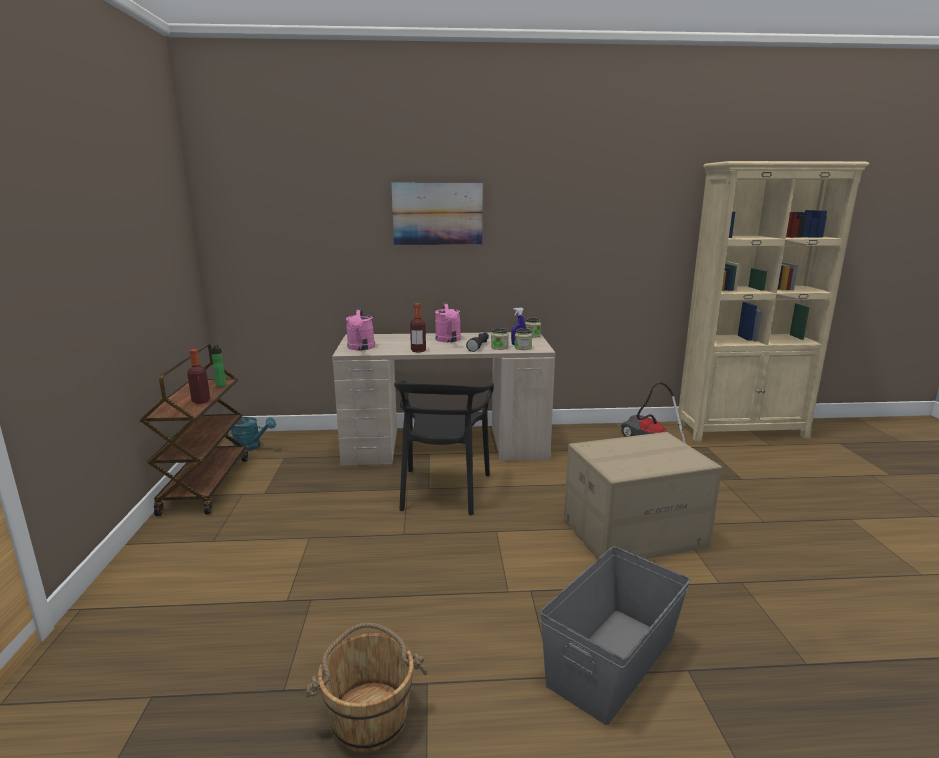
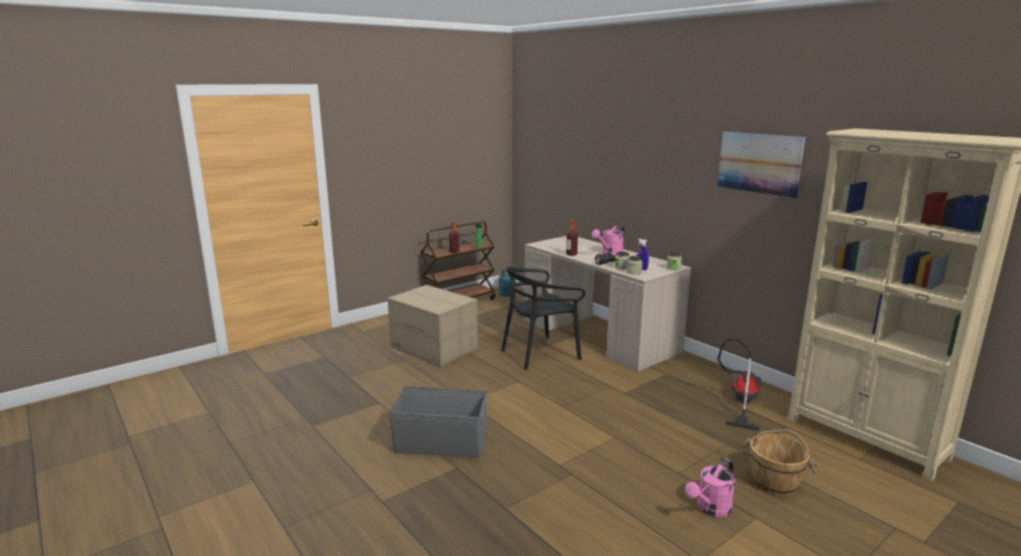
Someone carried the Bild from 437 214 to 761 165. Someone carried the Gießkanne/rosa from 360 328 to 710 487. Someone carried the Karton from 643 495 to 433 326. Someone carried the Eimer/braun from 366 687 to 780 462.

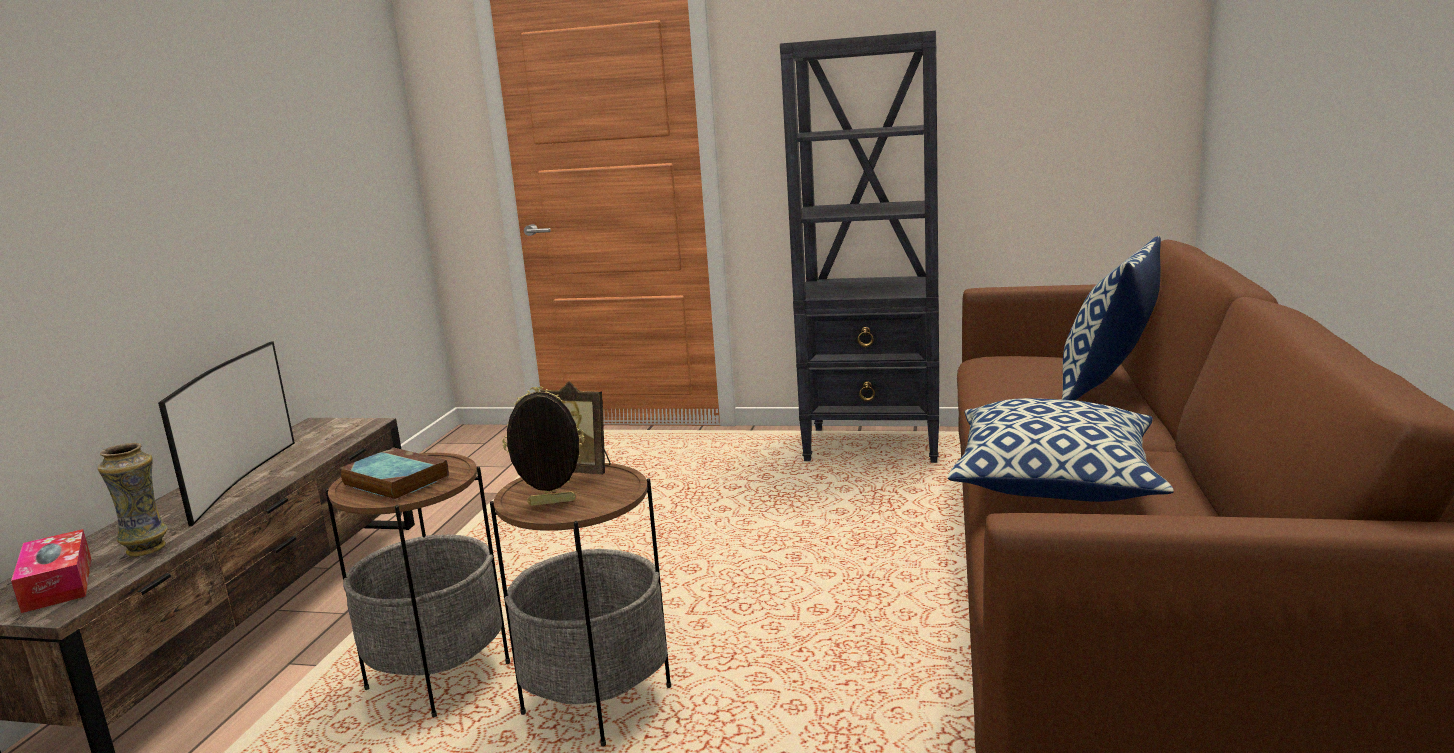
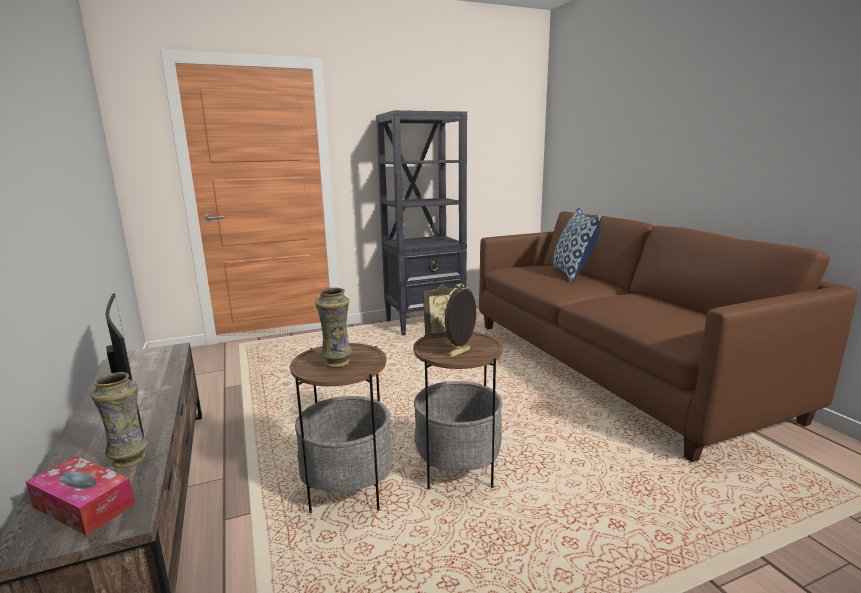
Someone took away the Kissen at 1061 450. Someone swapped the Buch at 394 473 for the Vase at 333 327.

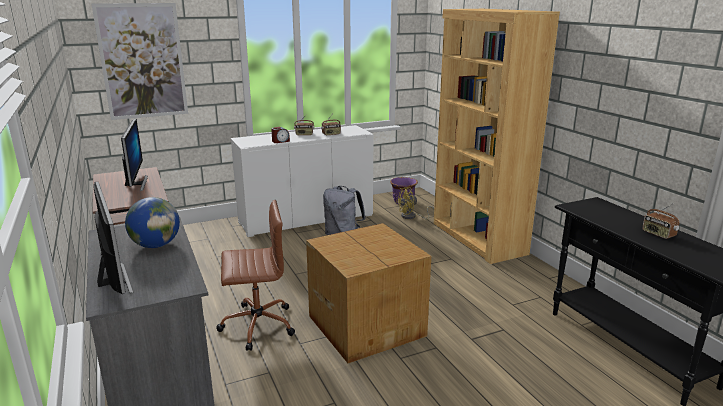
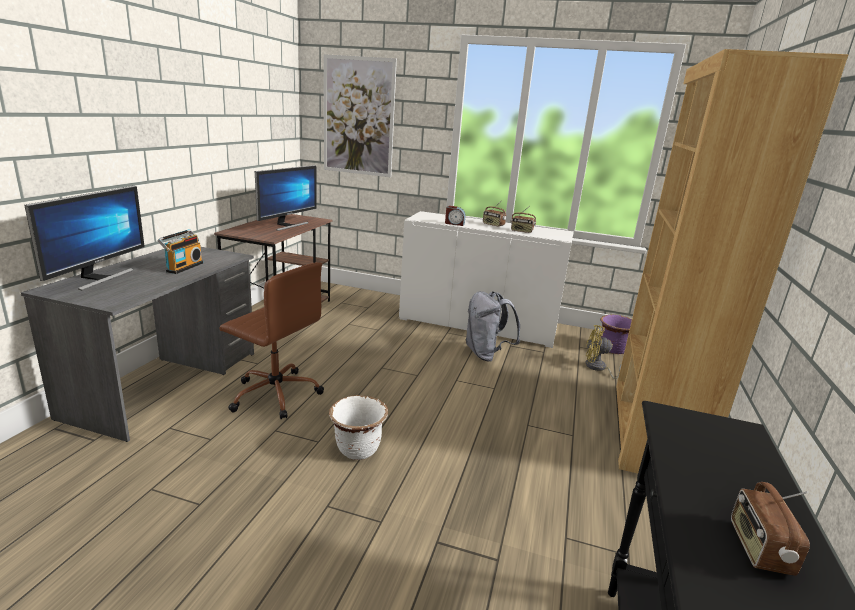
Someone swapped the Globus at 152 222 for the Radio at 180 251. Someone swapped the Karton at 368 293 for the Pflanzkübel/weiß at 358 427.

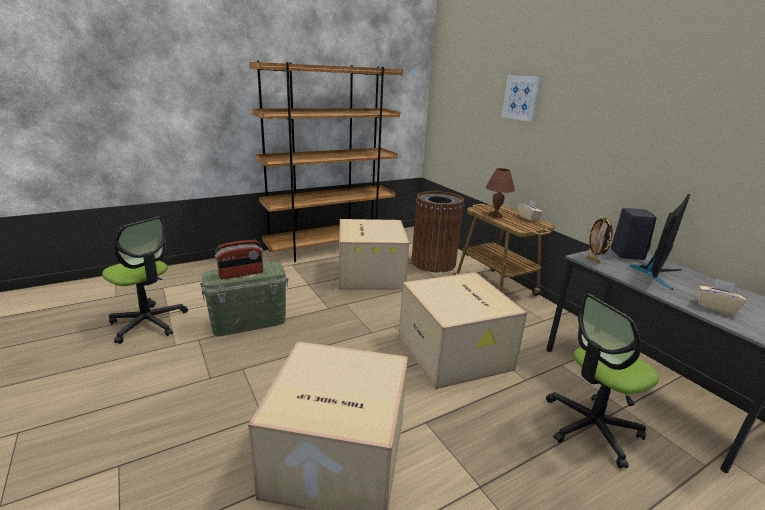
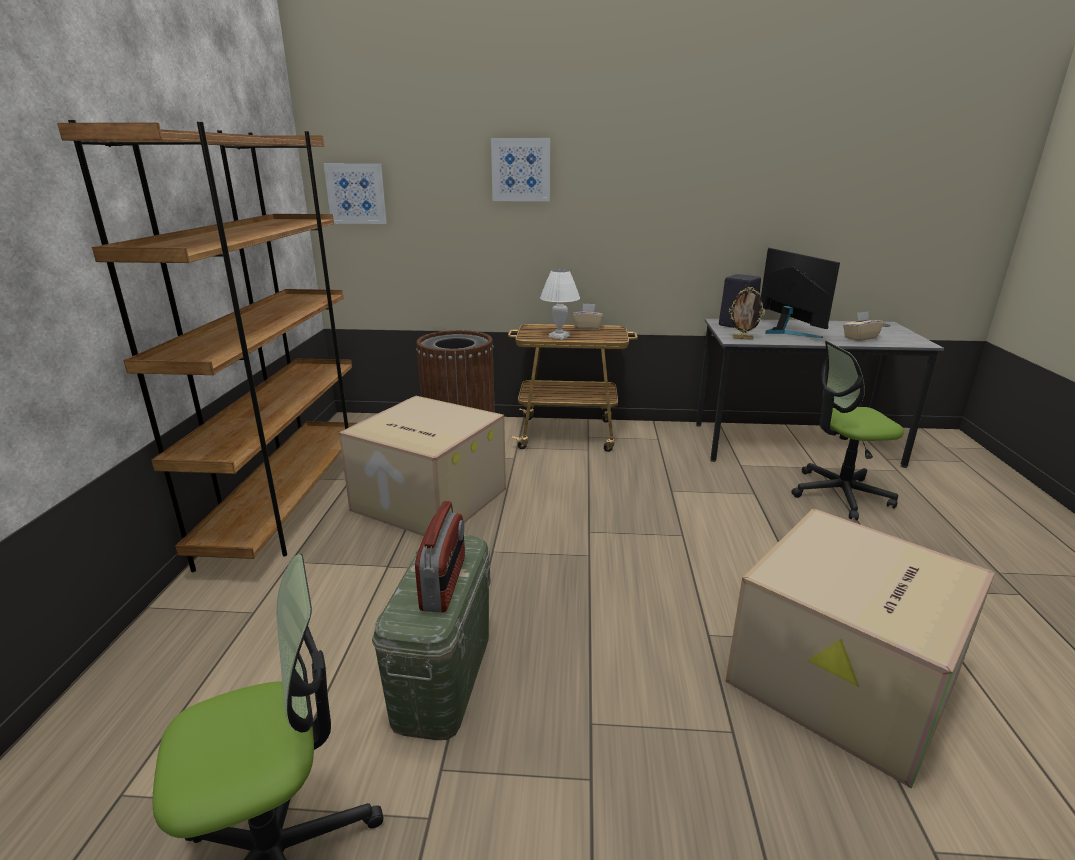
Someone repainted the Tischlampe/braun at 500 193, which became the Tischlampe/weiß at 560 304. Someone took away the Karton at 463 330. Someone rotated the Bürostuhl at 602 380 by 75 degrees clockwise. Someone put up the Bild at 355 193.

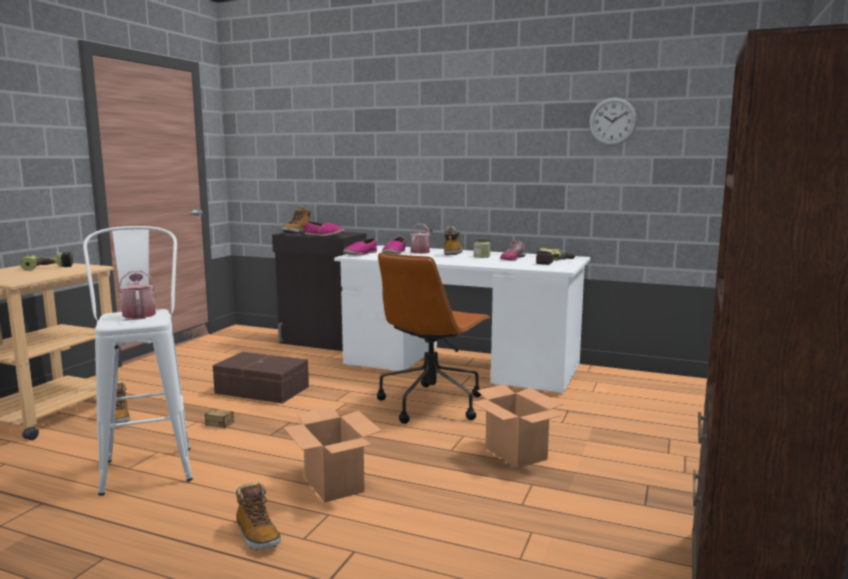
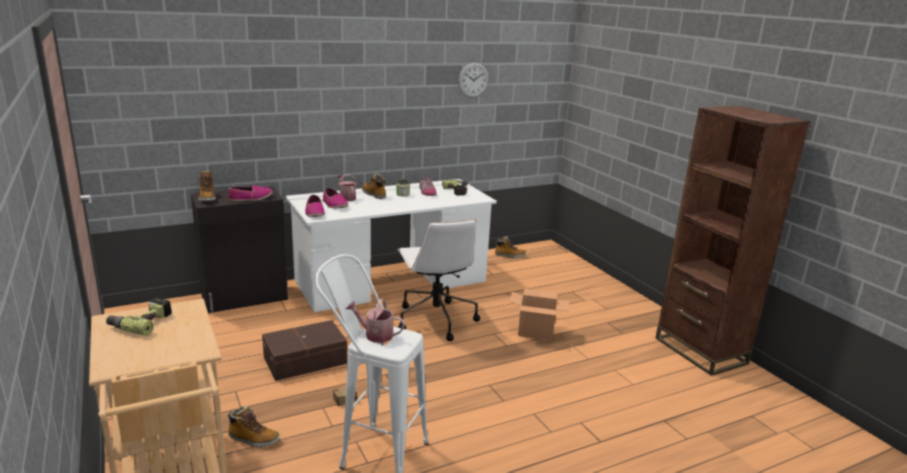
Someone repainted the Bürostuhl/braun at 434 338, which became the Bürostuhl/weiß at 438 280. Someone took away the Karton at 332 454. Someone carried the Stiefel from 258 516 to 510 247.

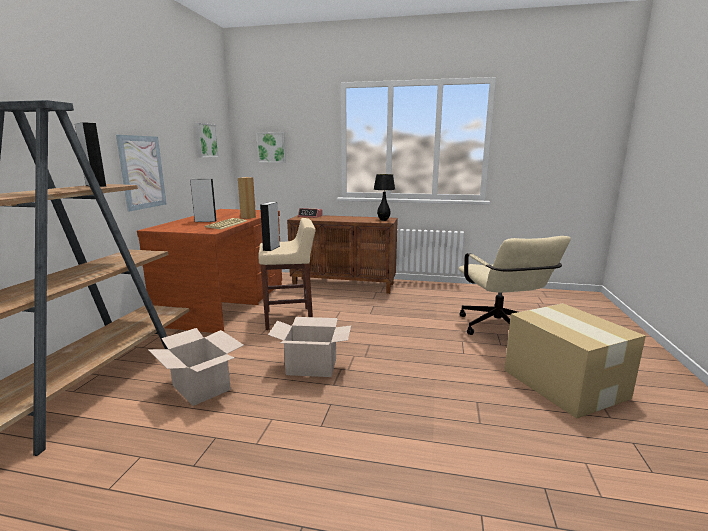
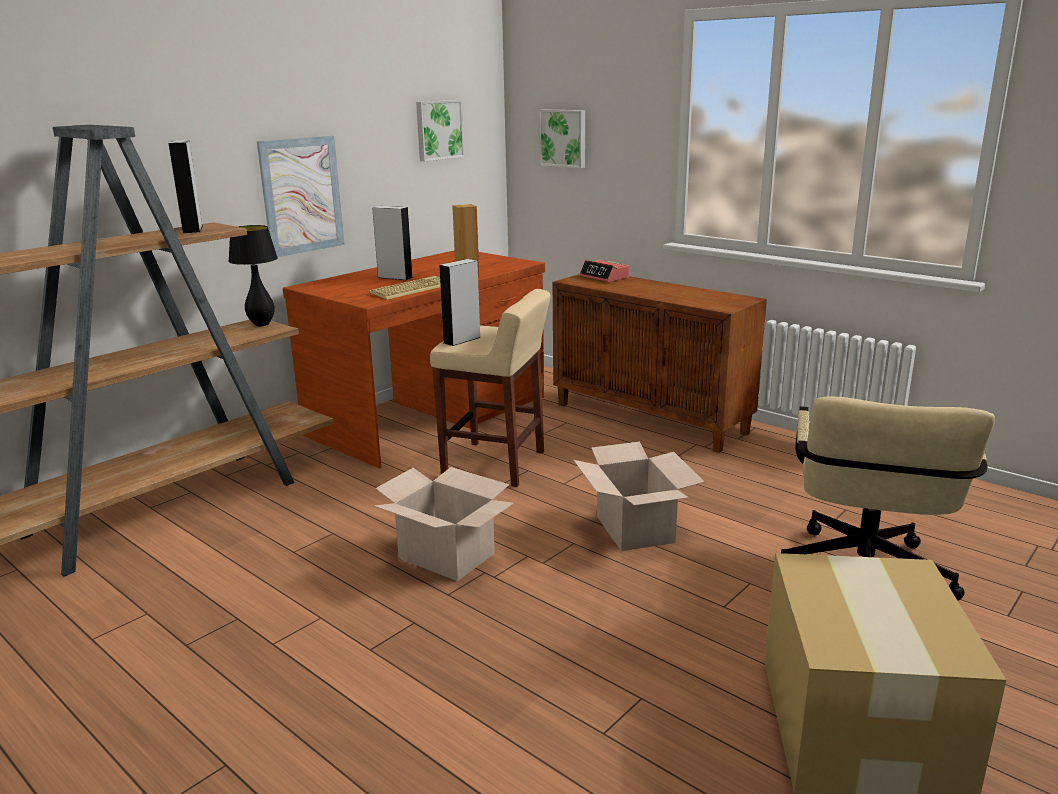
Someone carried the Tischlampe/schwarz from 384 197 to 253 275. Someone carried the Karton from 196 367 to 639 496.

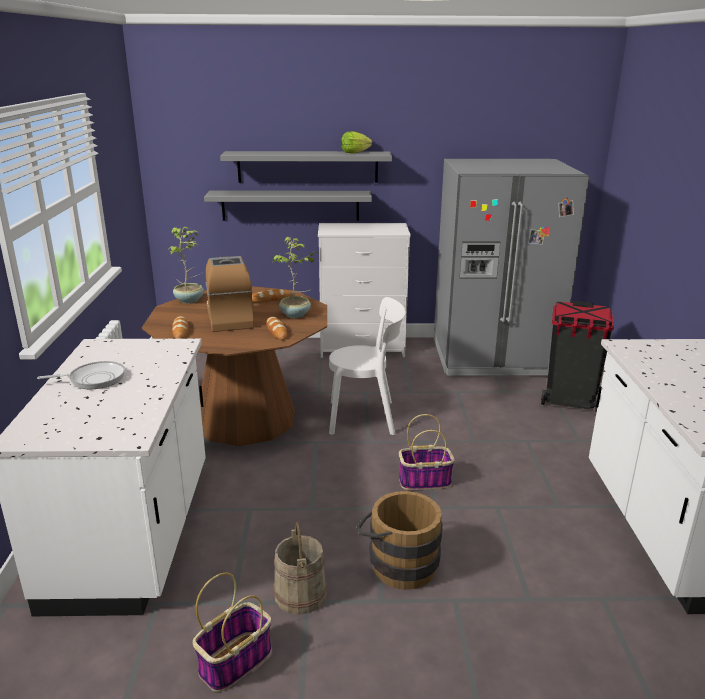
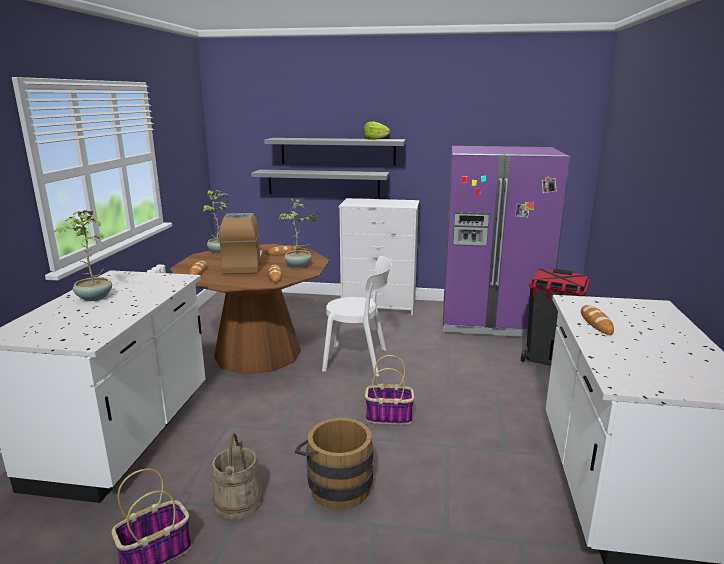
Someone repainted the Kühlschrank/grau at 511 267, which became the Kühlschrank/lila at 506 241. Someone swapped the Pfanne at 81 375 for the Topfpflanze at 83 255. Someone put down the Brot at 597 320.

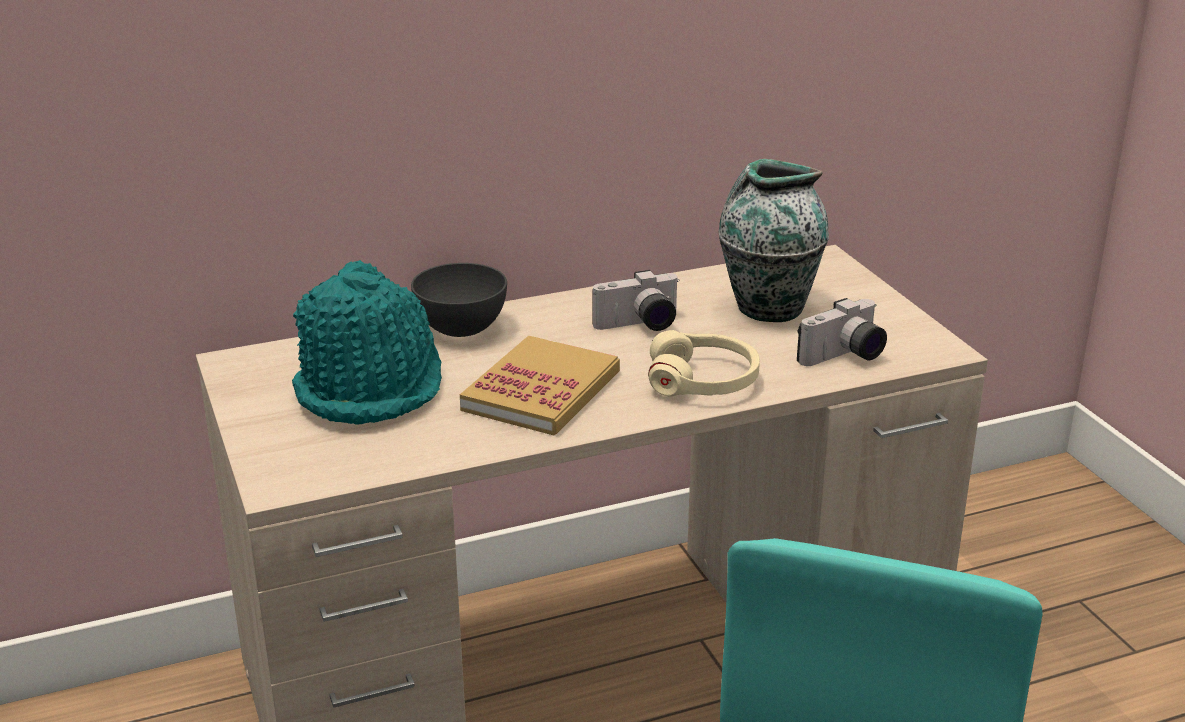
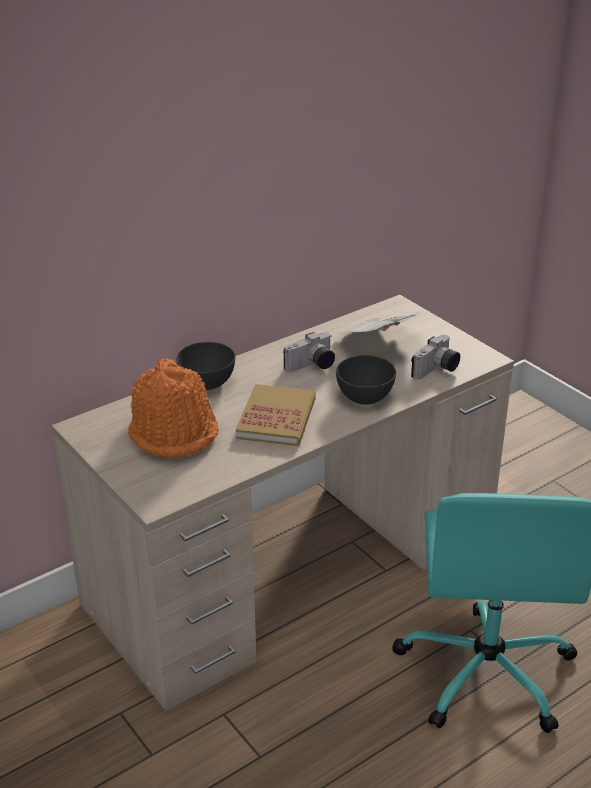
Someone swapped the Vase at 774 240 for the Zeitung at 380 322. Someone repainted the Hut/türkis at 367 342, which became the Hut/orange at 173 408. Someone swapped the Kopfhörer/beige at 704 363 for the Schüssel/grau at 366 380.

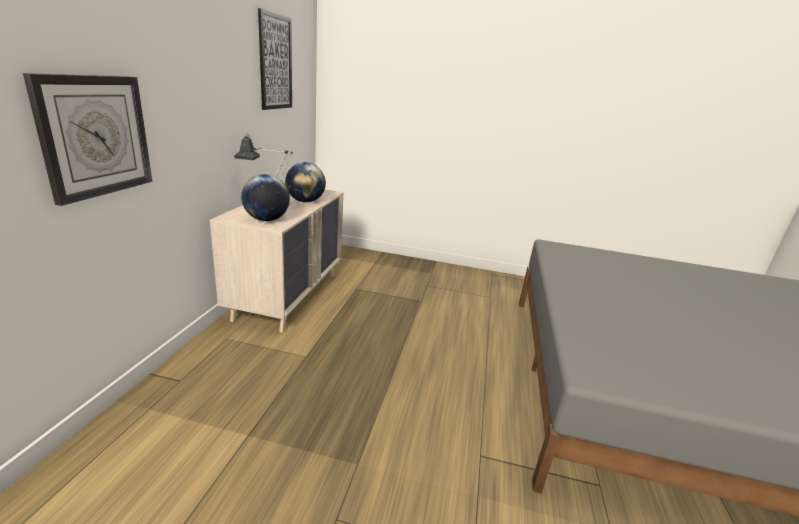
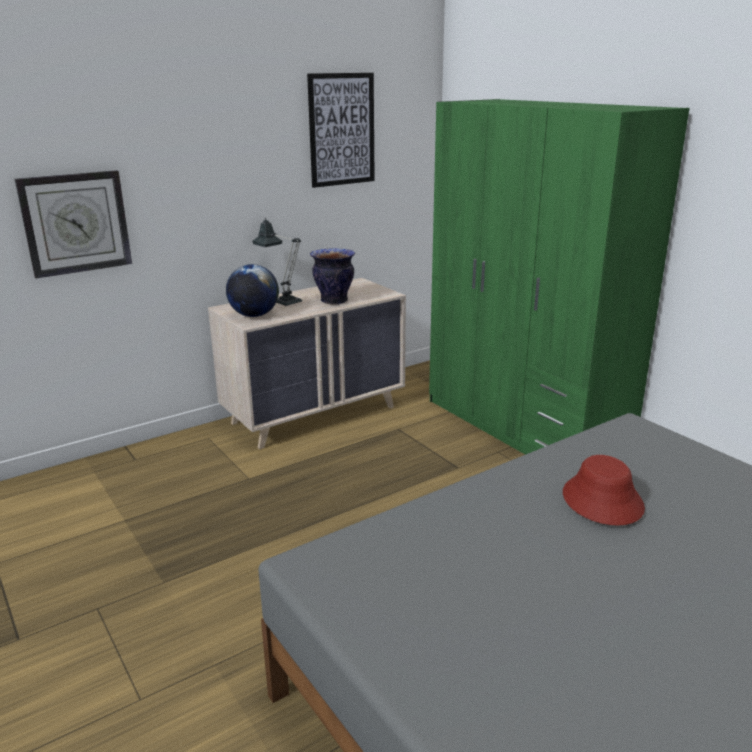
Someone swapped the Globus at 305 182 for the Vase at 332 276. Someone put down the Kleiderschrank/grün at 559 277. Someone put down the Hut/rot at 604 490.

